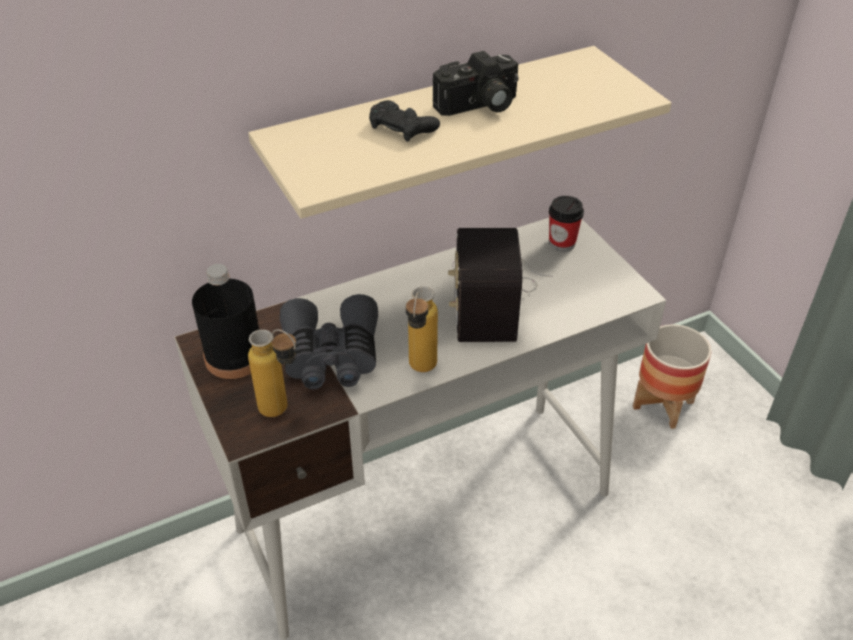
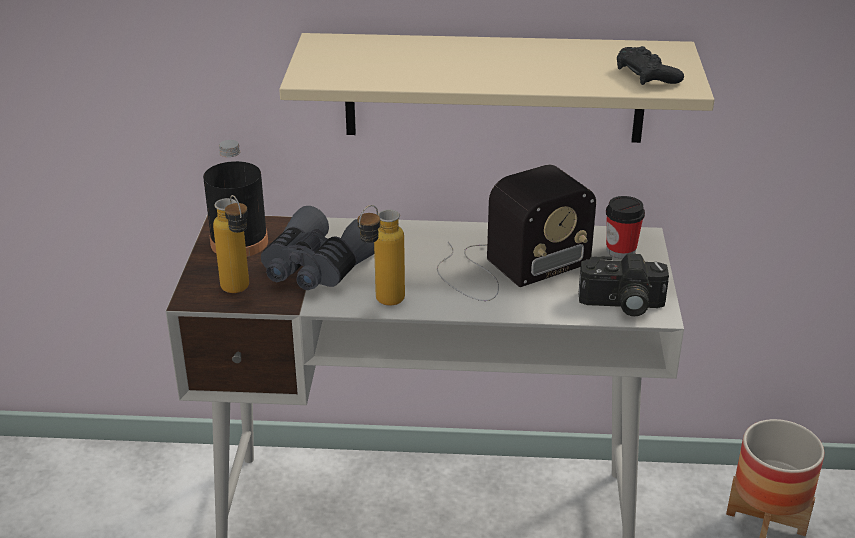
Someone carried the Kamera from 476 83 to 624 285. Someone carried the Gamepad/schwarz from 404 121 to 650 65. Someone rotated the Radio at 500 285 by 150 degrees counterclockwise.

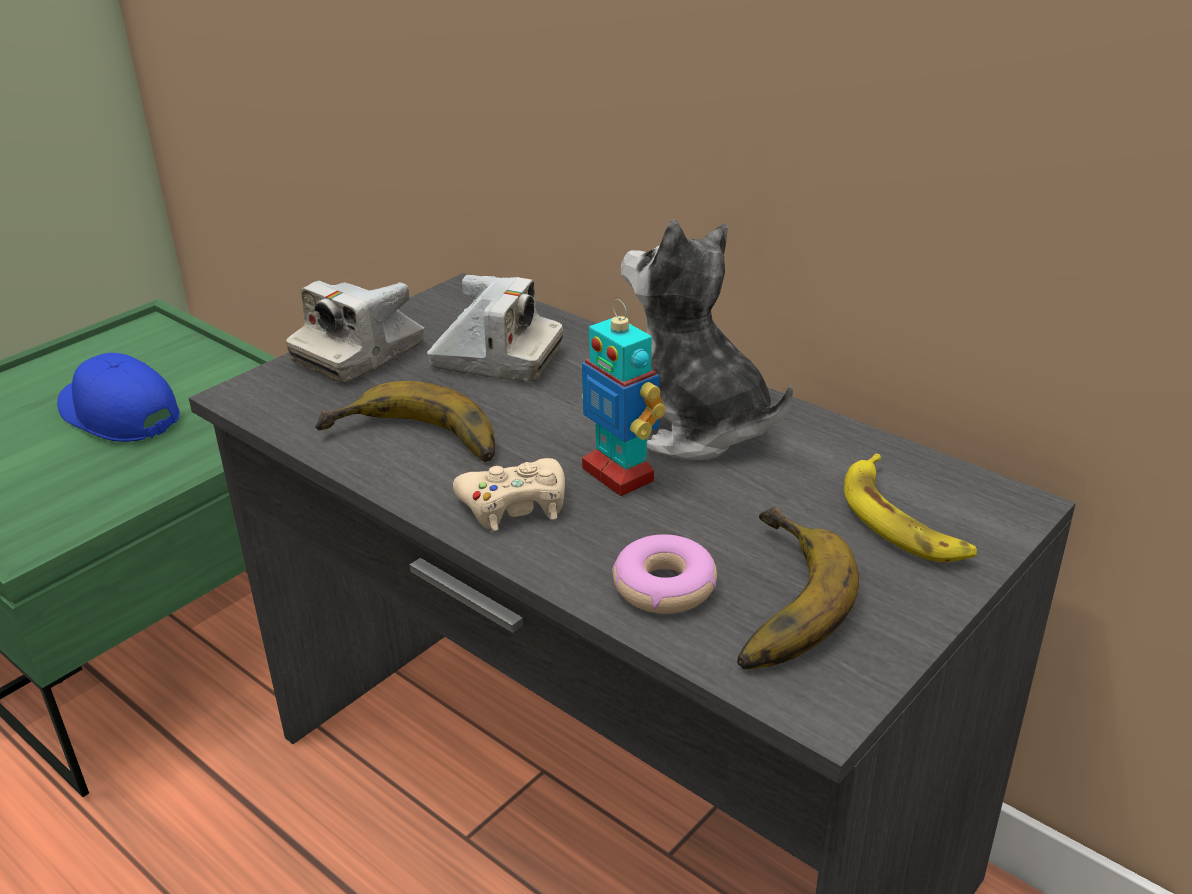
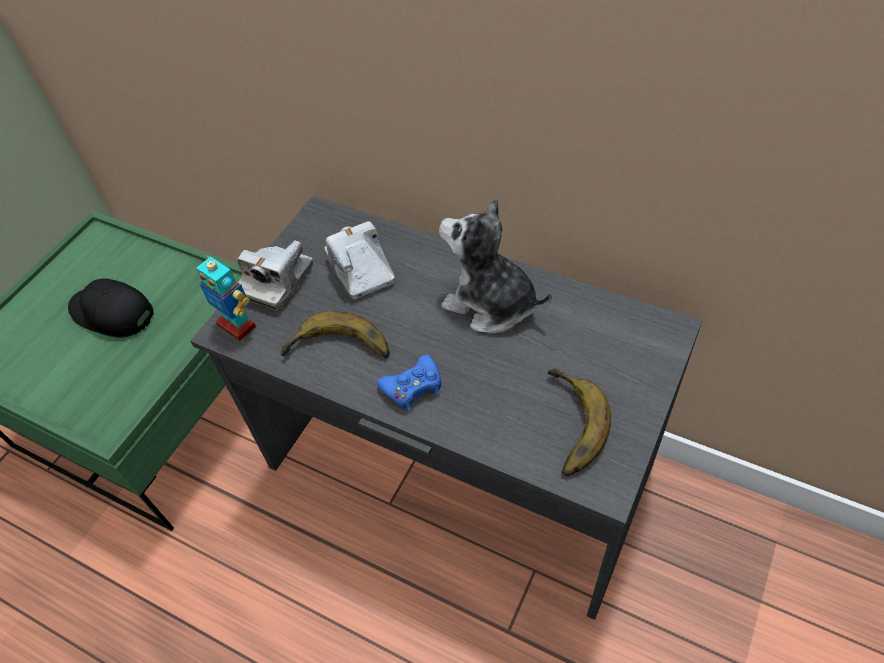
Someone rotated the Kamera at 495 328 by 120 degrees counterclockwise. Someone carried the Spielzeugroboter from 624 397 to 226 298. Someone repainted the Kappe/blau at 118 397, which became the Kappe/schwarz at 111 307. Someone took away the Banane at 910 508. Someone repainted the Gamepad/beige at 509 494, which became the Gamepad/blau at 409 383. Someone took away the Donut at 664 574.

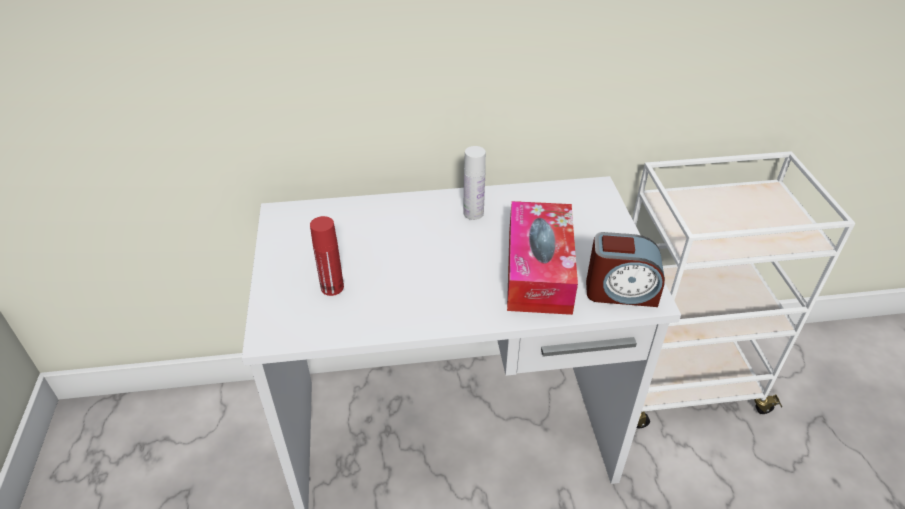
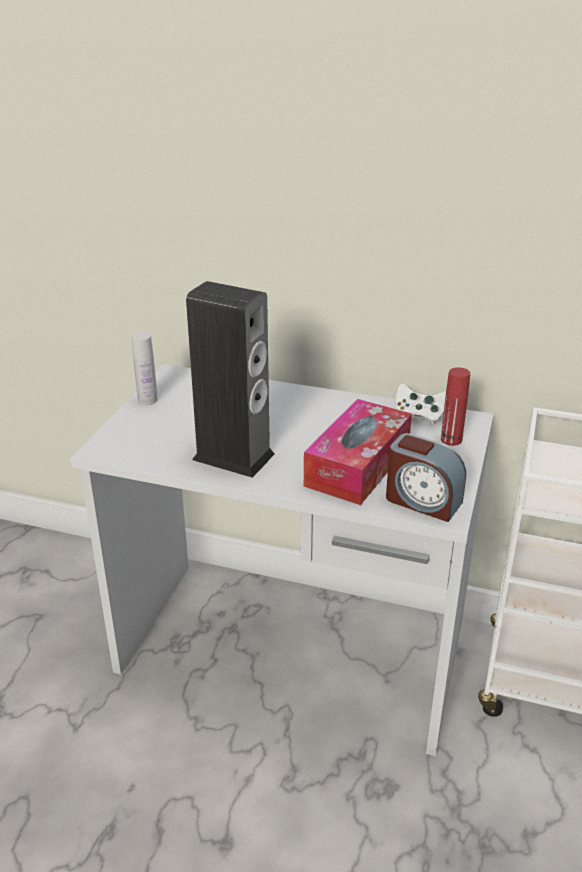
Someone carried the Flasche/weiß from 474 183 to 144 368. Someone carried the Flasche/rot from 327 256 to 455 406. Someone put down the Lautsprecher at 230 379. Someone put down the Gamepad/weiß at 420 404.

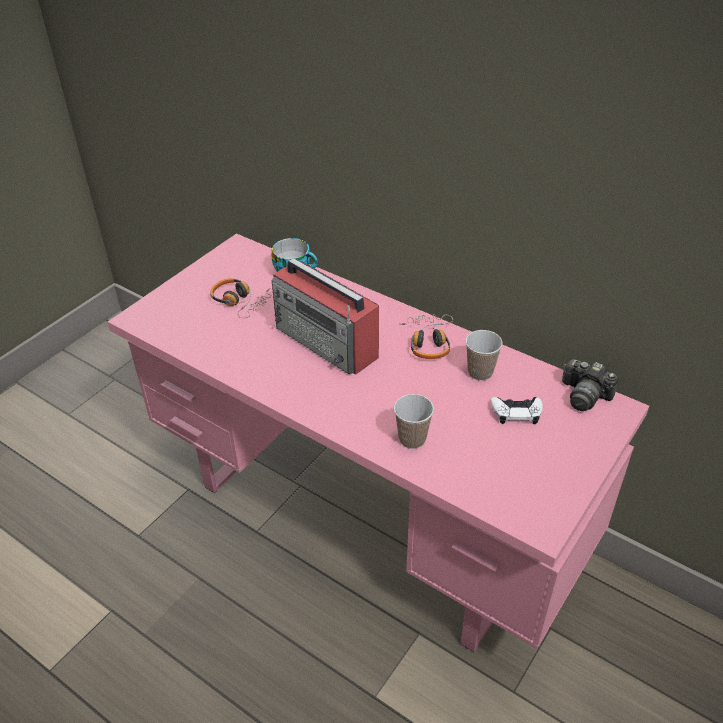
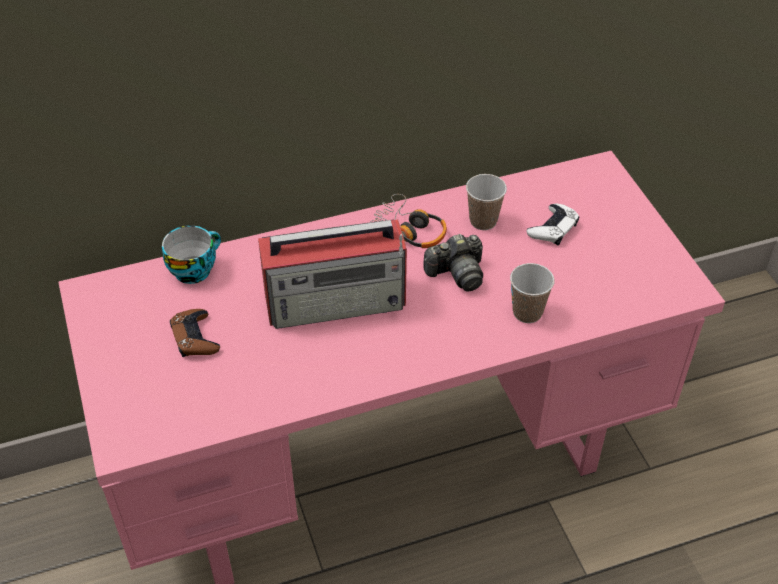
Someone swapped the Kopfhörer at 240 298 for the Gamepad/braun at 195 333. Someone carried the Kamera from 590 385 to 453 263.

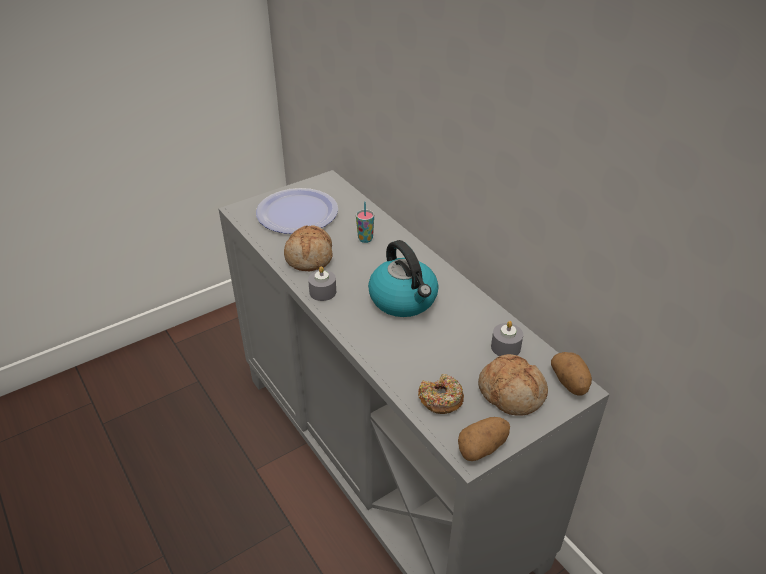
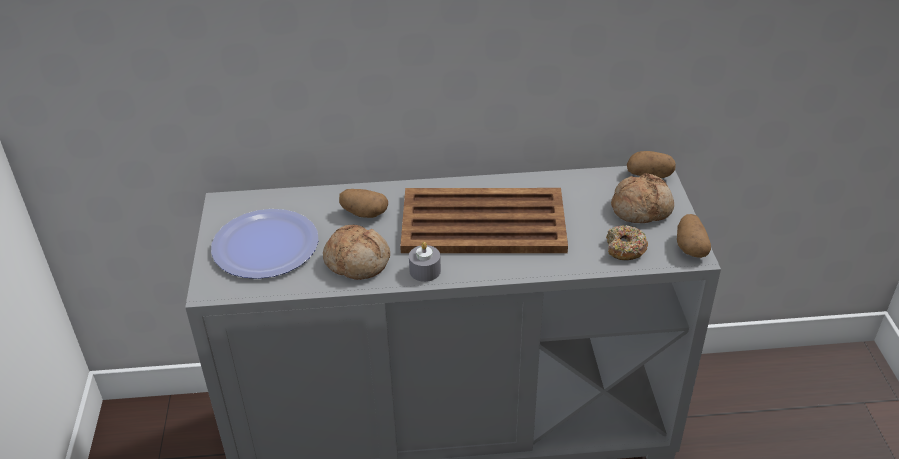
Someone swapped the Tasse at 365 222 for the Kartoffel at 363 203. Someone swapped the Wasserkessel at 403 278 for the Tablett/braun at 484 220. Someone took away the Kerze/grau at 507 338.

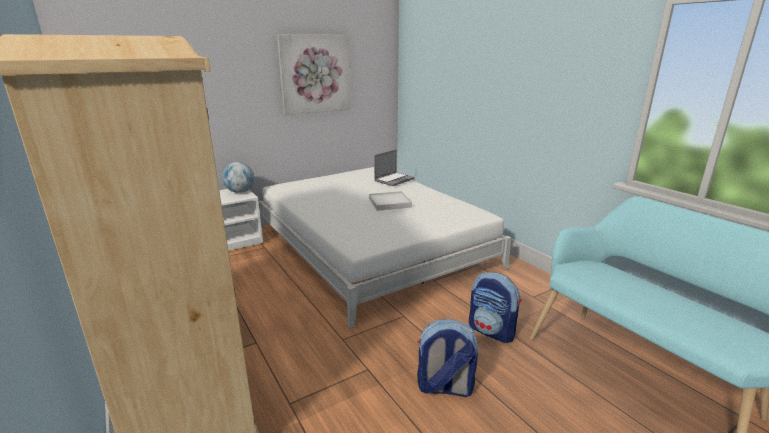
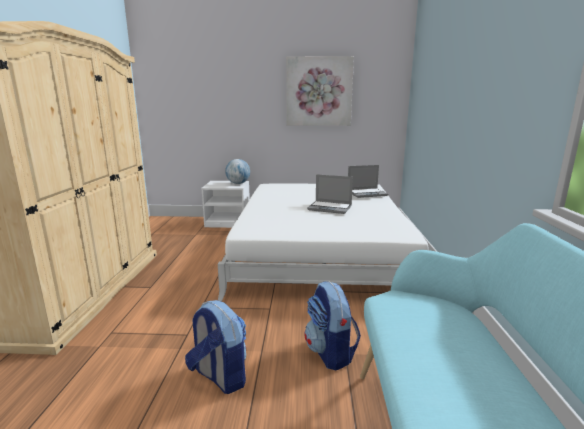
Someone swapped the Tablett/weiß at 390 201 for the Laptop at 330 194.

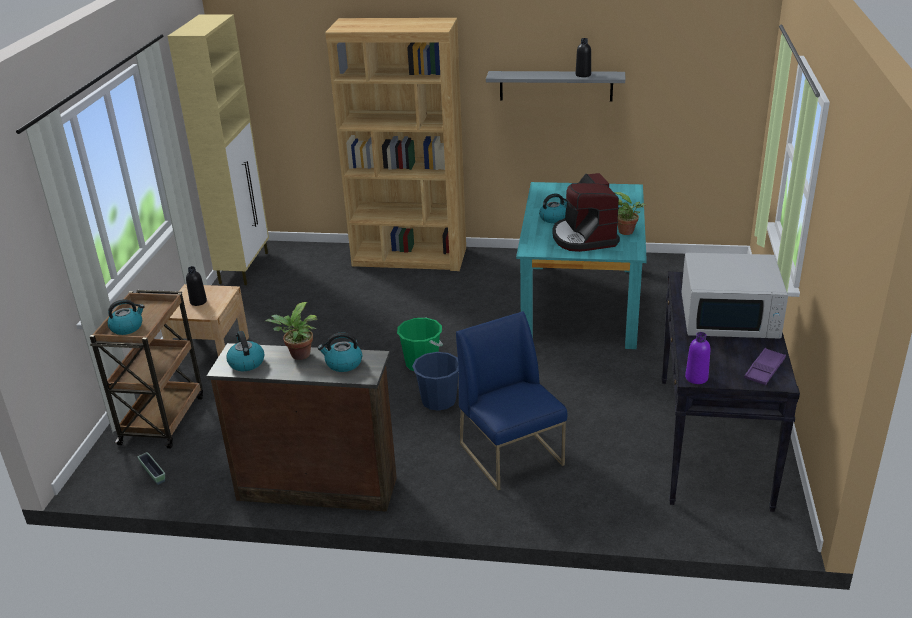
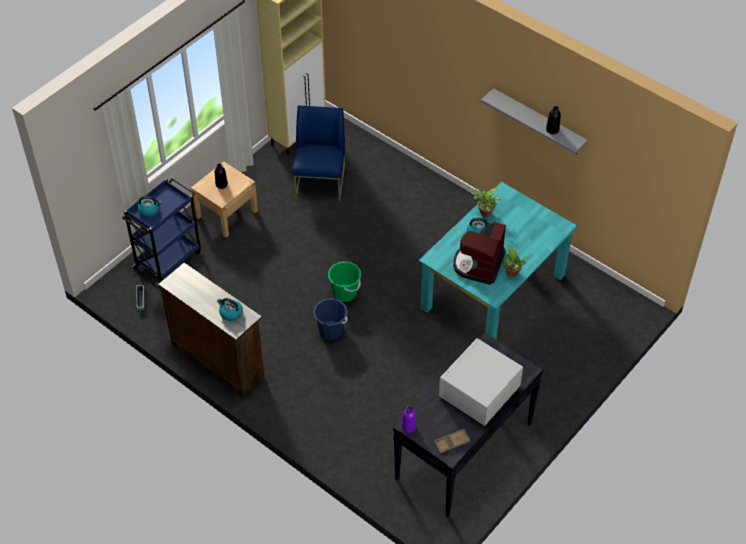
Someone took away the Bücherregal/braun at 395 144. Someone rotated the Mikrowelle/weiß at 734 296 by 90 degrees clockwise. Someone repainted the Rollwagen/braun at 146 369, which became the Rollwagen/blau at 161 231. Someone carried the Topfpflanze from 291 331 to 485 202. Someone carried the Stuhl/blau from 511 400 to 318 153. Someone took away the Wasserkessel at 245 351. Someone repainted the Tablett/lila at 765 366, which became the Tablett/braun at 452 441.

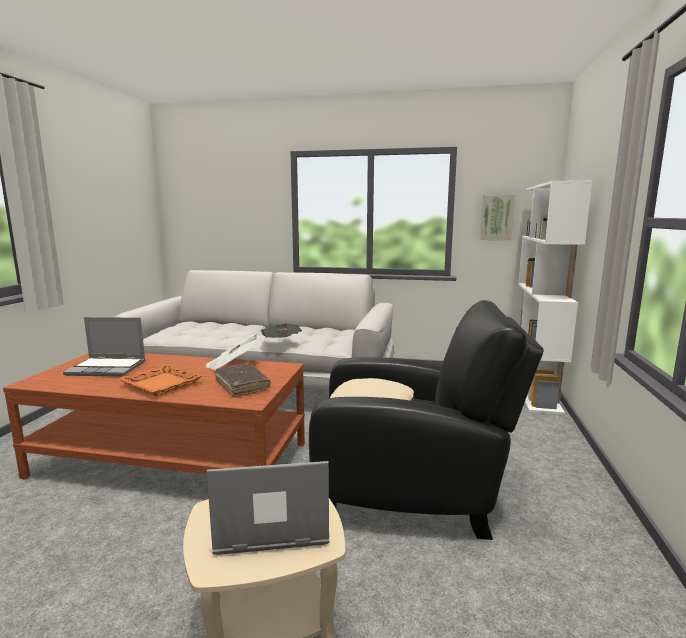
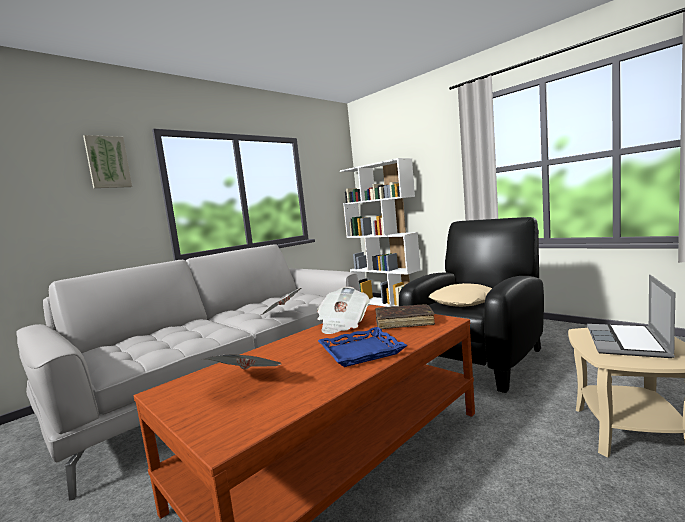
Someone carried the Bild from 497 217 to 107 161. Someone swapped the Laptop at 104 347 for the Zeitung at 244 362. Someone repainted the Tablett/orange at 160 380, which became the Tablett/blau at 363 347.

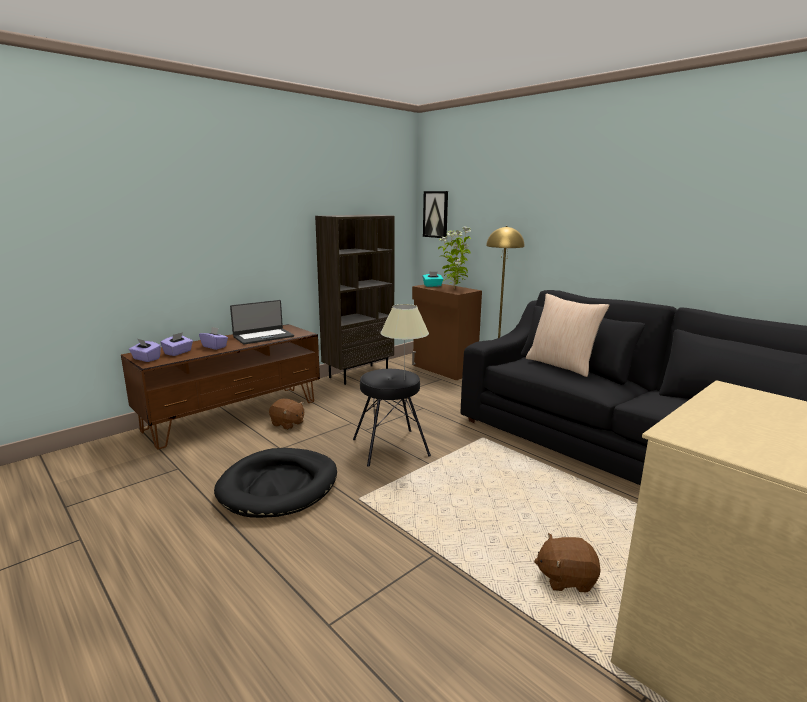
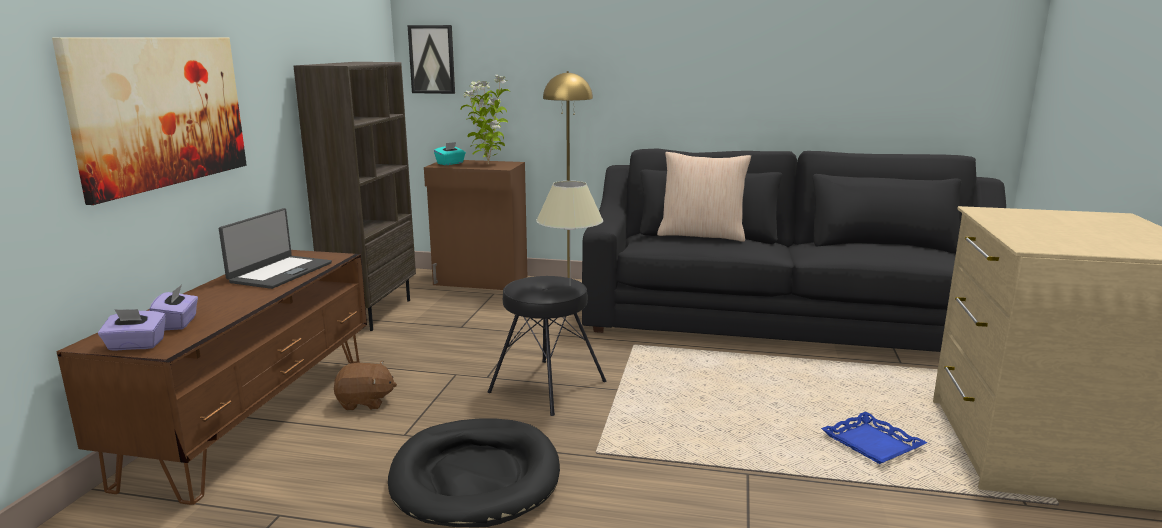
Someone took away the Taschentuchbox/lila at 213 338. Someone swapped the Plüschtier/braun at 567 562 for the Tablett/blau at 874 438. Someone put up the Bild at 149 121.

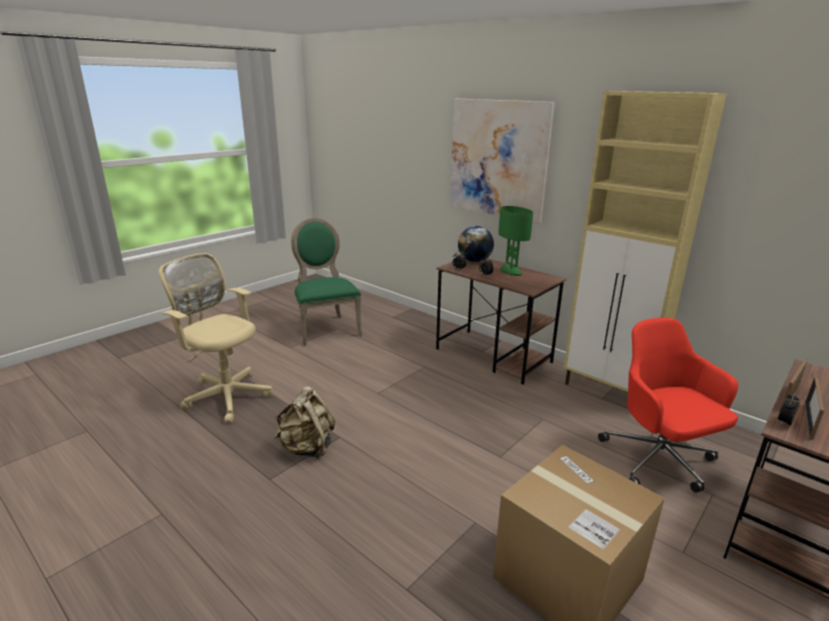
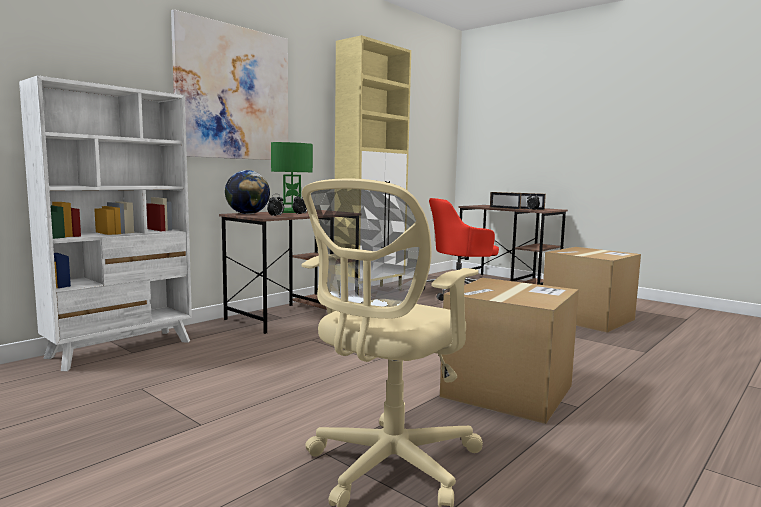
Someone took away the Stuhl/grün at 326 282. Someone swapped the Rucksack/beige at 304 422 for the Karton at 509 351. Someone put down the Bücherregal/weiß at 105 223.

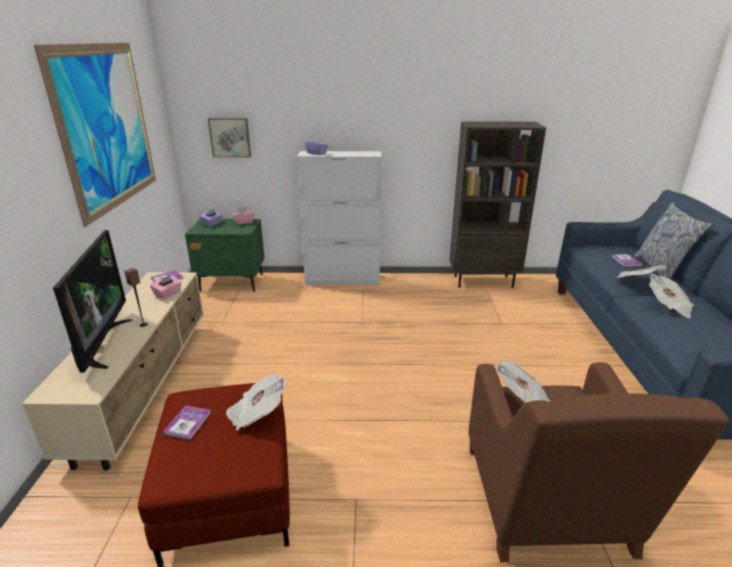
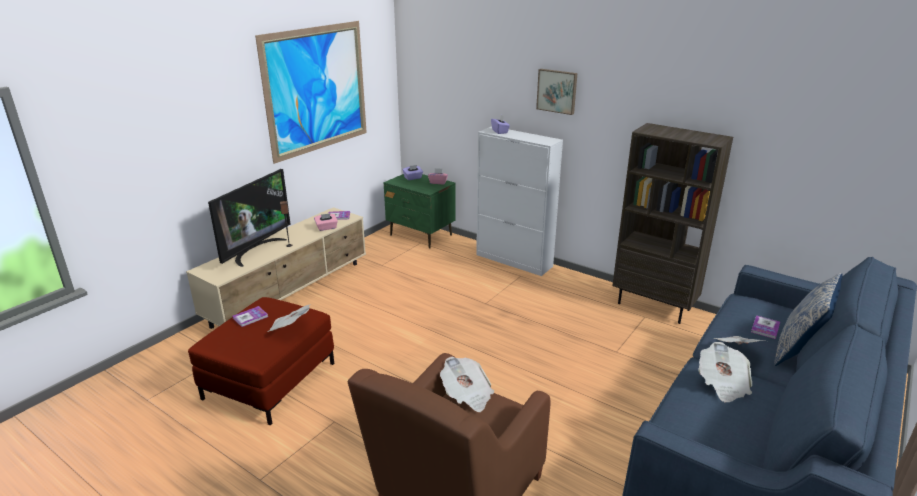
Someone carried the Bild from 229 137 to 556 92.

